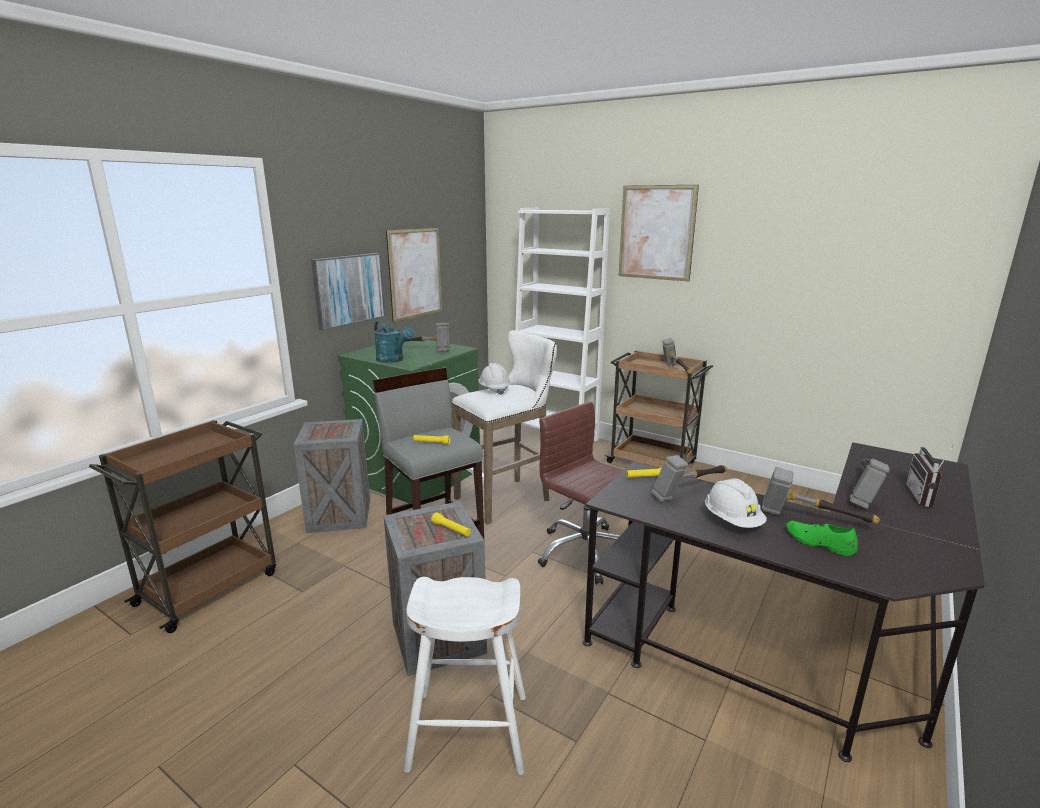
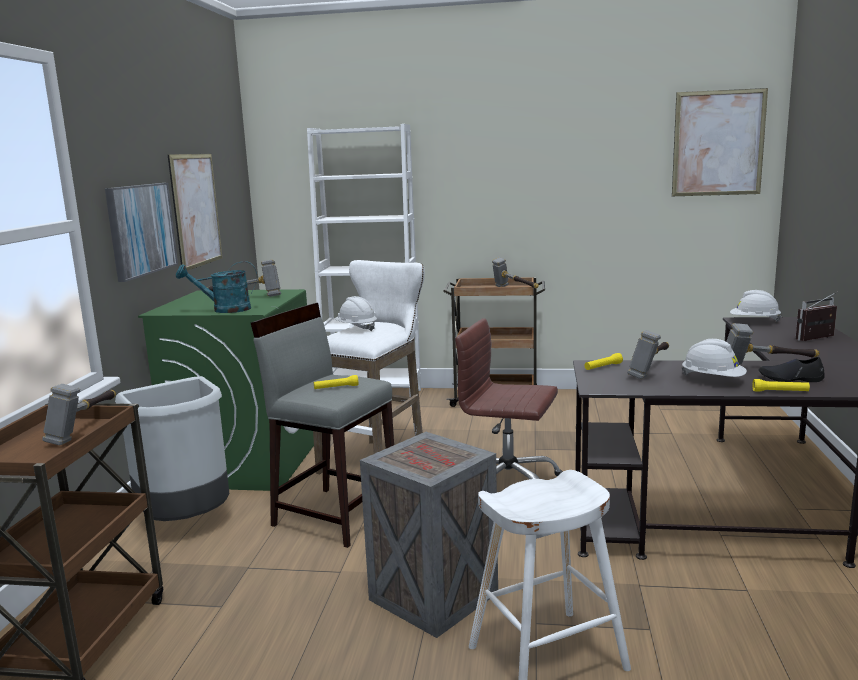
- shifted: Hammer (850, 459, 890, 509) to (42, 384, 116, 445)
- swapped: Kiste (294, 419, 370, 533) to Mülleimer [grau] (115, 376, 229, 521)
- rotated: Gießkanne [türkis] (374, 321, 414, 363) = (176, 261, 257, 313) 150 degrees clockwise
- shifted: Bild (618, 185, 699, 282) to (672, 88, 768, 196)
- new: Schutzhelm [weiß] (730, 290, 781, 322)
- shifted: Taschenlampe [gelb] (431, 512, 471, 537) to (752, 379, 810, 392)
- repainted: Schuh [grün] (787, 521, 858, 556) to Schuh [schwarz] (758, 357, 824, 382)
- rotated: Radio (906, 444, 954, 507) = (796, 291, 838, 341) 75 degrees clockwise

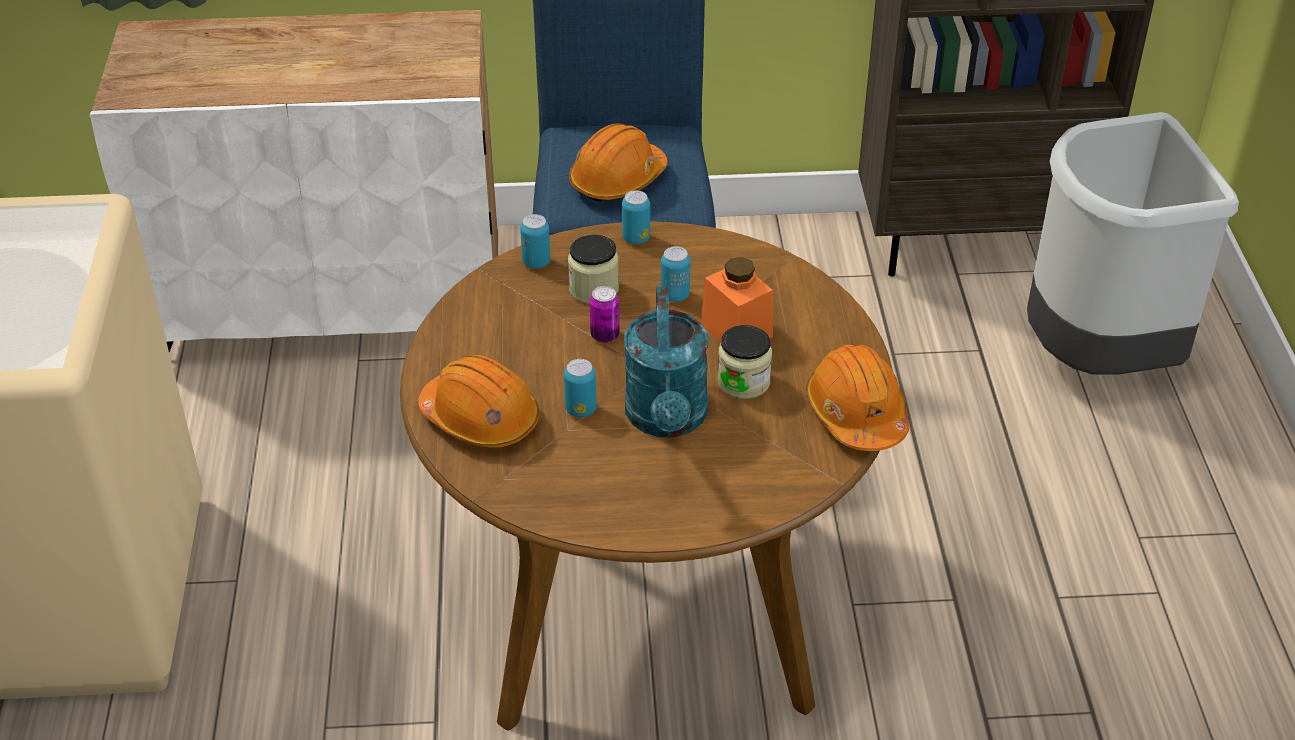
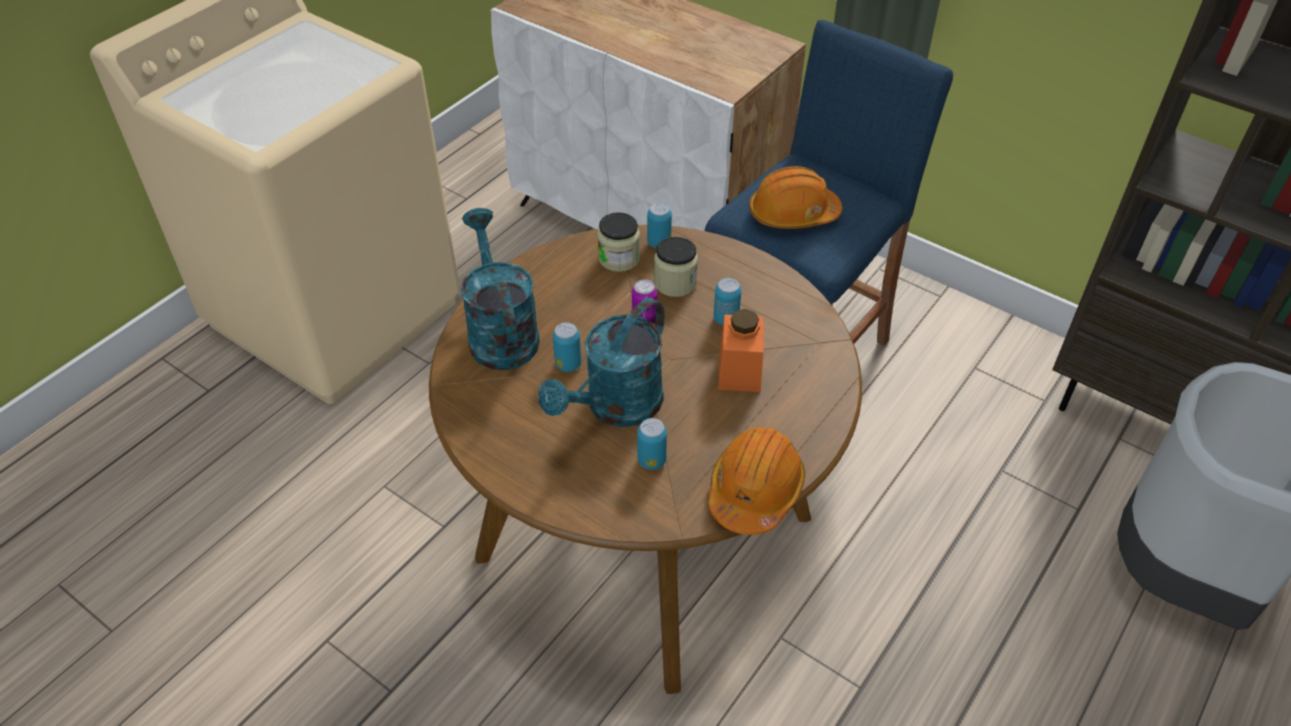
- swapped: Schutzhelm [orange] (418, 355, 540, 447) to Gießkanne [türkis] (461, 208, 540, 370)
- shifted: Vorratsglas (717, 325, 772, 399) to (597, 212, 640, 272)
- shifted: Dose (622, 190, 650, 244) to (637, 418, 667, 470)

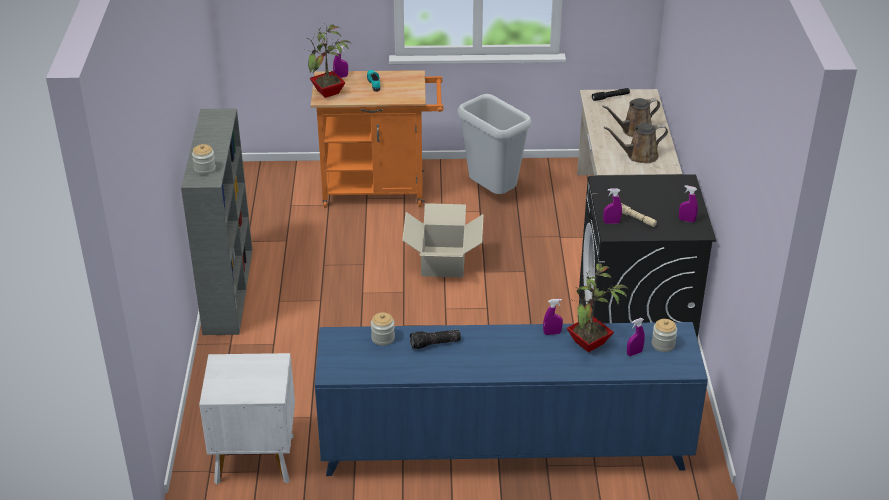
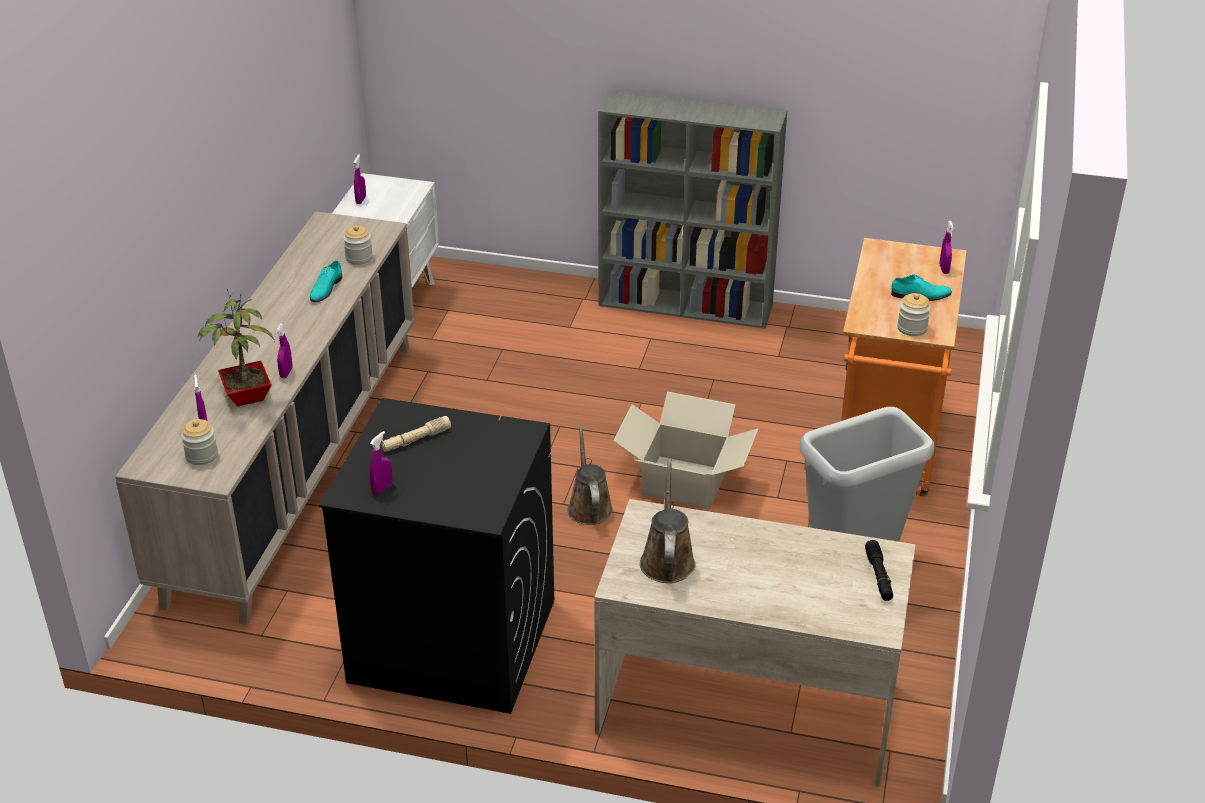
- repainted: Schrank [blau] (315, 322, 708, 476) to Schrank [beige] (115, 211, 415, 625)
- swapped: Taschenlampe (410, 329, 461, 349) to Schuh [türkis] (310, 261, 343, 302)
- shifted: Sprühflasche [lila] (603, 188, 622, 224) to (354, 154, 366, 204)
- shifted: Gießkanne [braun] (602, 98, 660, 137) to (567, 425, 613, 525)
- shifted: Vorratsglas (192, 144, 216, 175) to (897, 293, 931, 336)
- gone: Topfpflanze (305, 25, 352, 98)

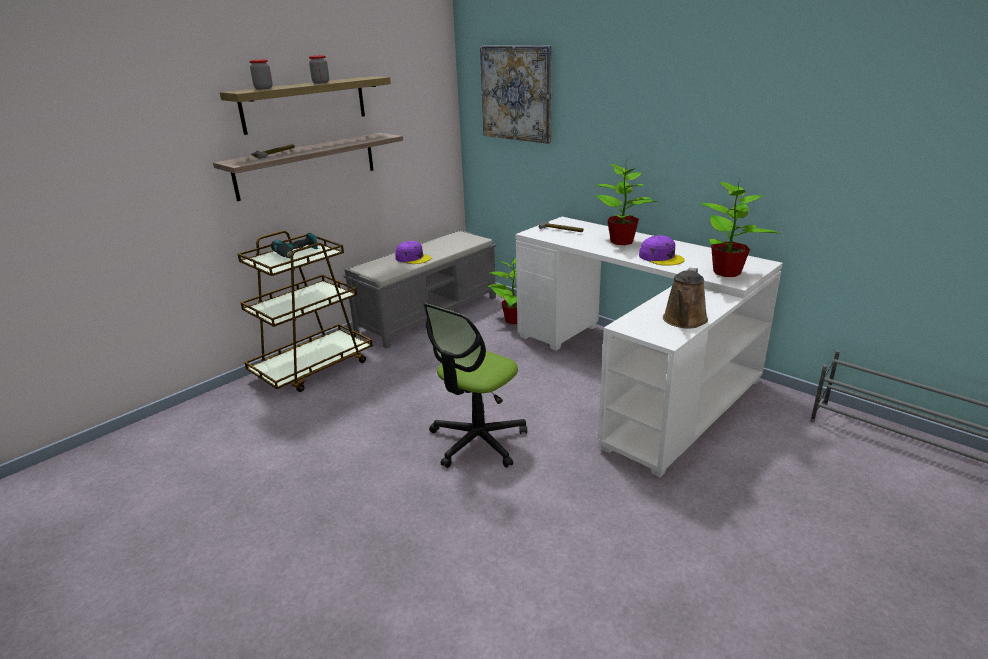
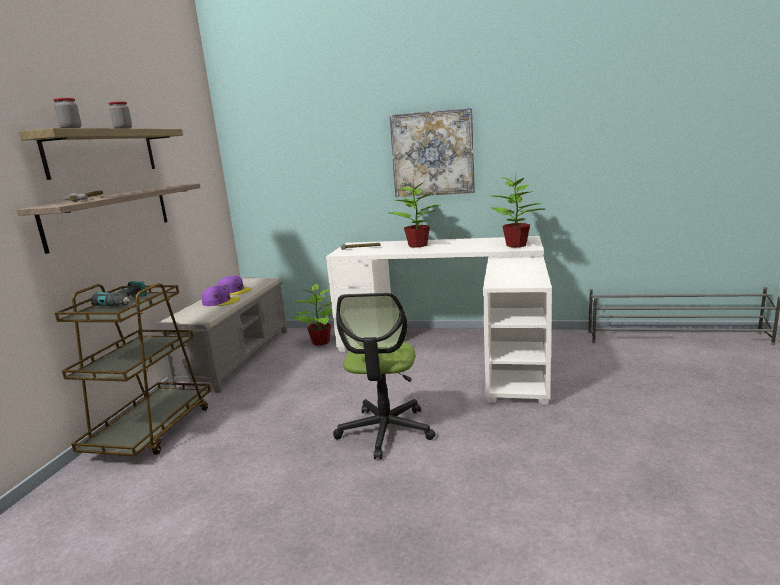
- shifted: Kappe [lila] (639, 236, 685, 266) to (217, 276, 251, 295)
- shifted: Bild (480, 46, 552, 144) to (389, 107, 475, 197)
- gone: Gießkanne [braun] (663, 268, 708, 328)

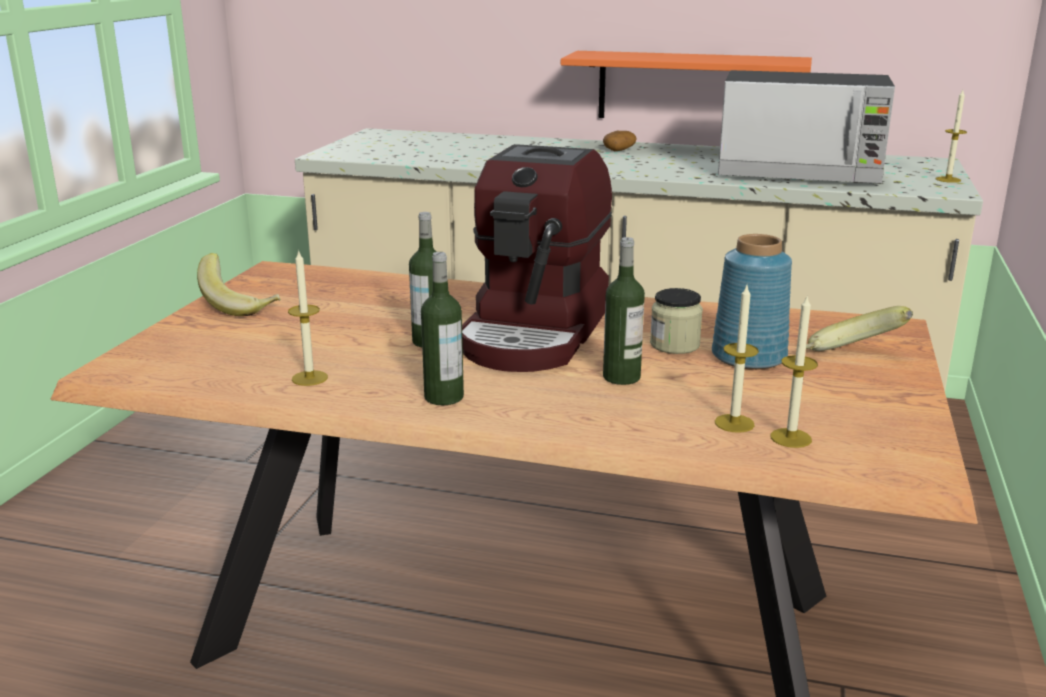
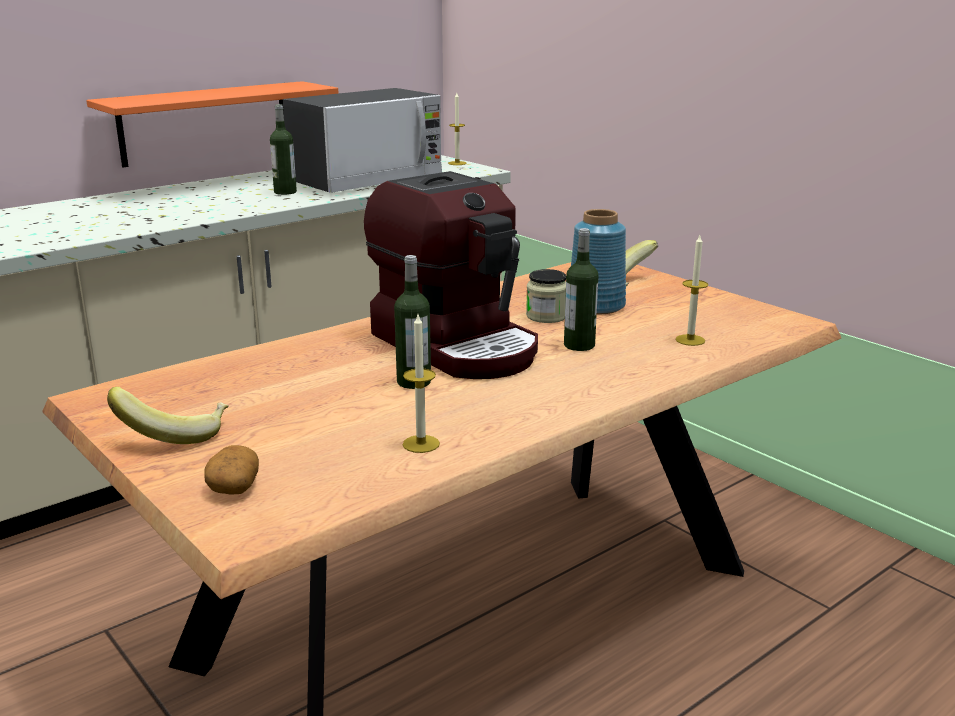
- shifted: Kartoffel (603, 131, 637, 151) to (204, 445, 259, 495)
- shifted: Flasche (421, 252, 464, 405) to (270, 104, 297, 195)
- gone: Kerze (770, 294, 818, 448)

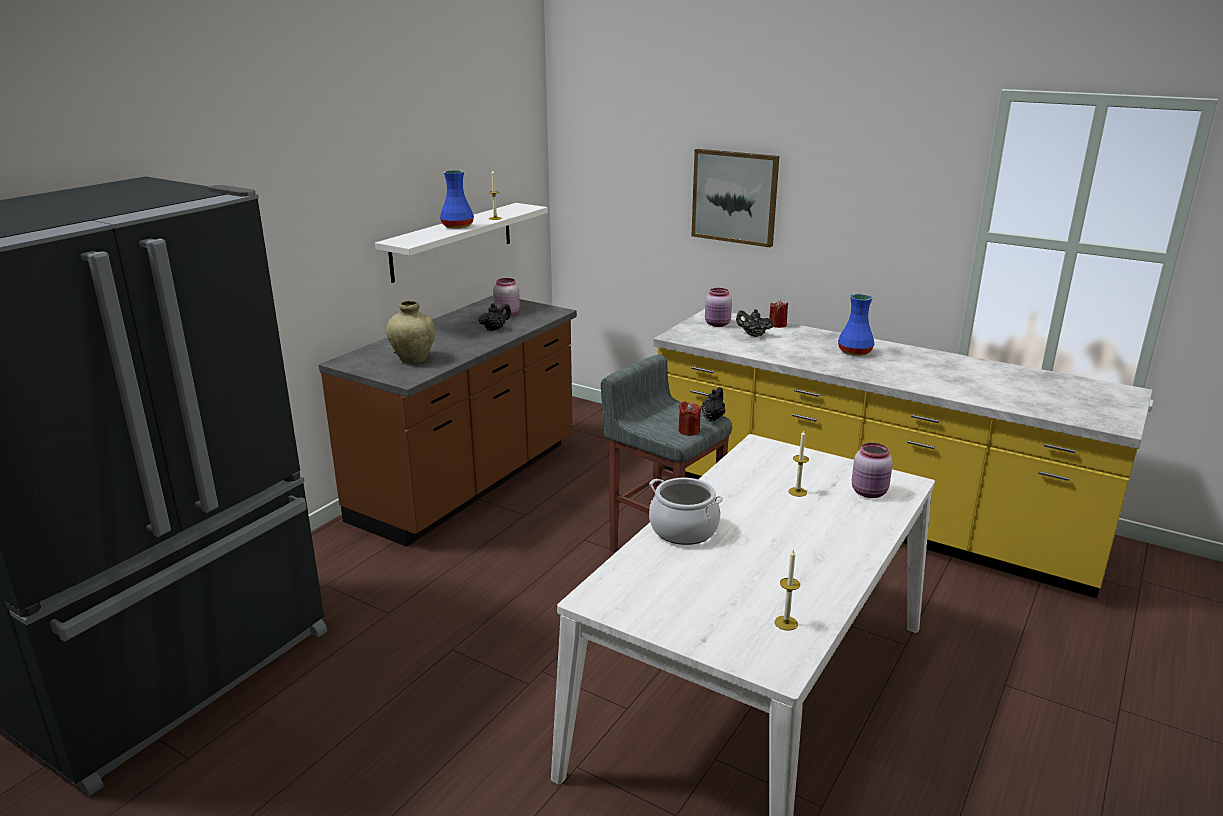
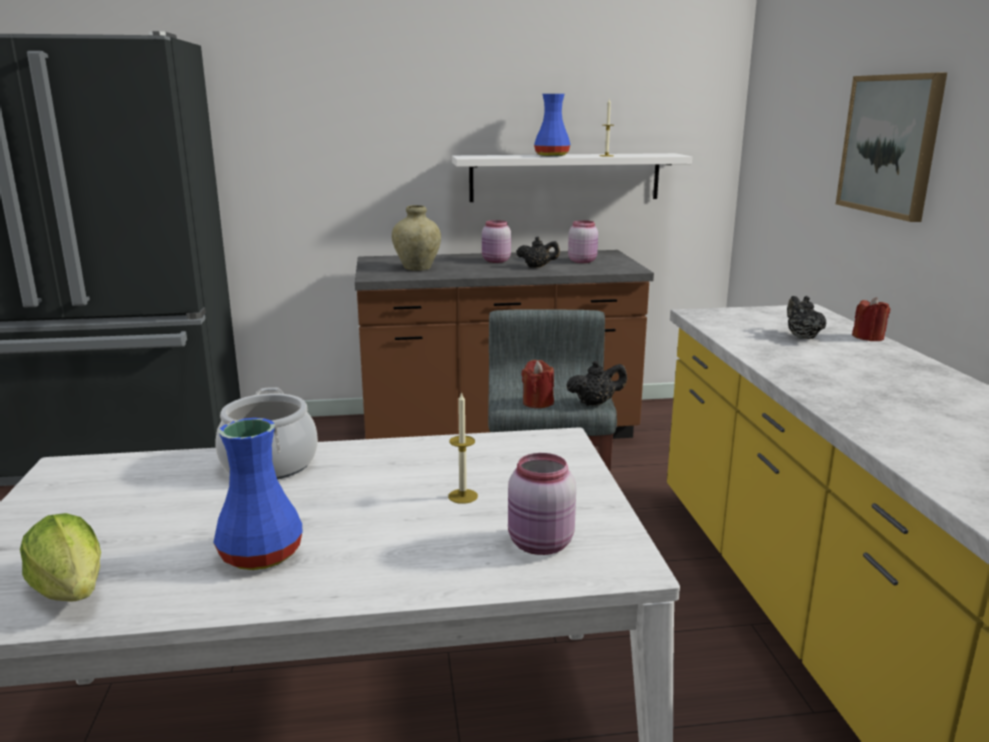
- swapped: Kerze (775, 550, 800, 631) to Salatkopf (20, 513, 101, 602)
- shifted: Vase [blau] (838, 294, 874, 356) to (213, 418, 302, 570)
- shifted: Vorratsglas [rosa] (705, 288, 732, 327) to (482, 220, 511, 263)

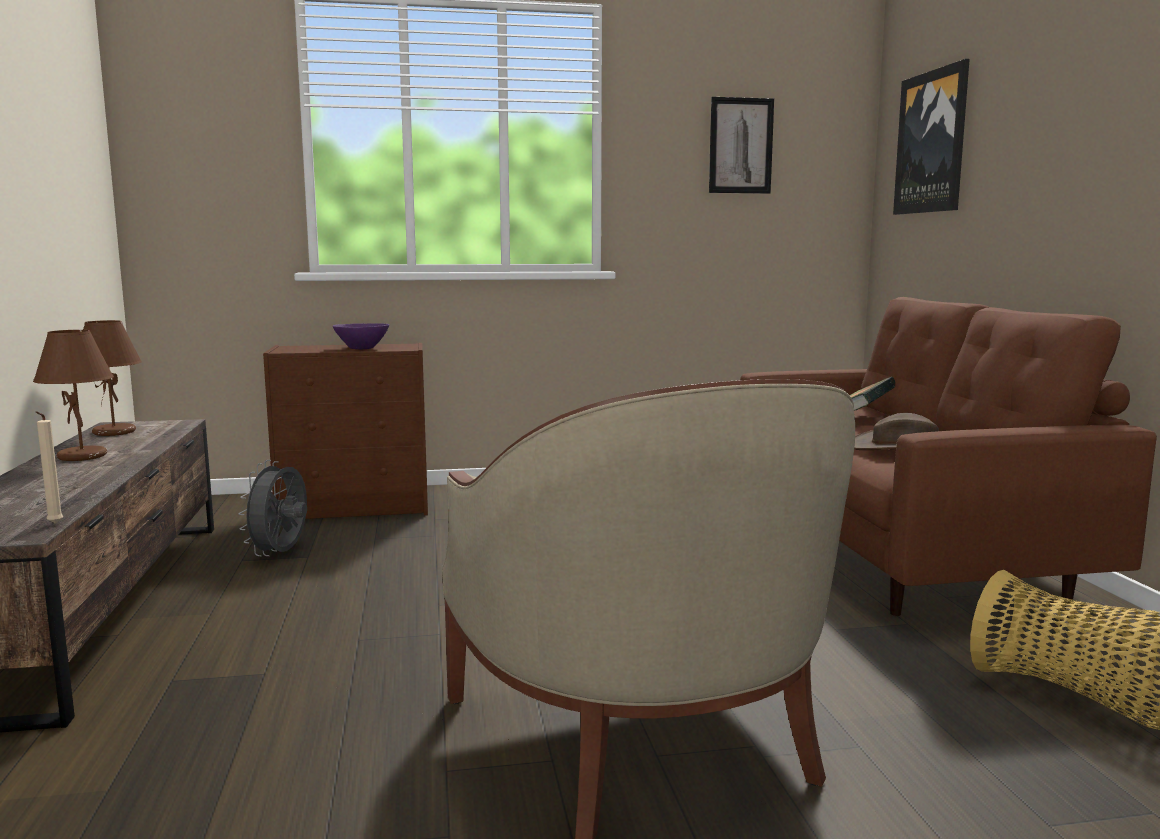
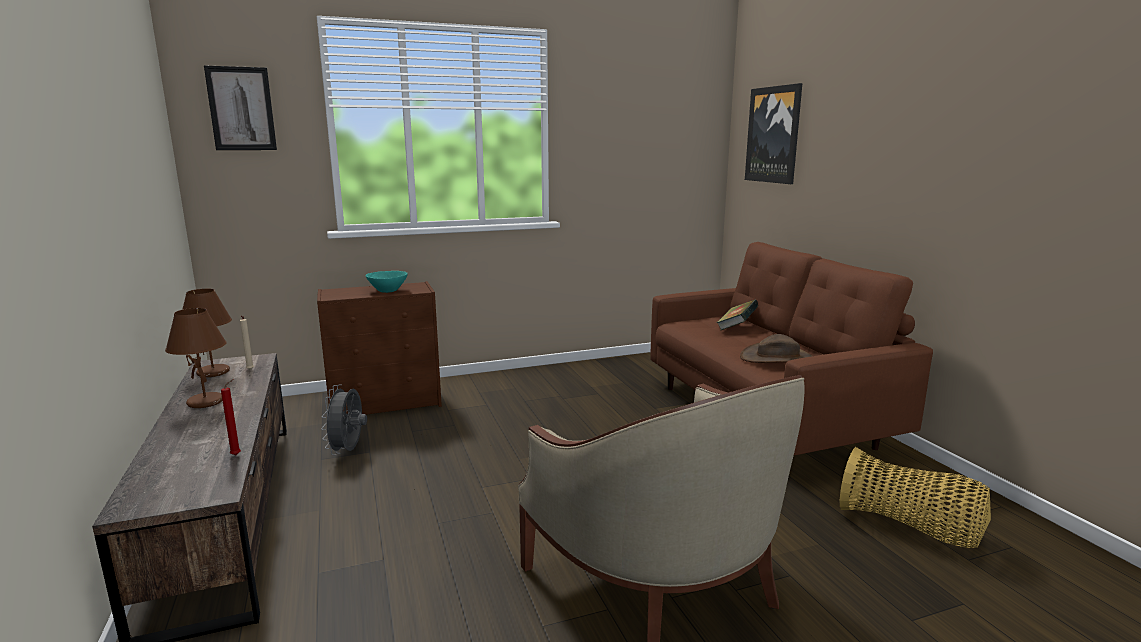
- shifted: Bild (709, 97, 774, 194) to (204, 65, 277, 150)
- new: Kerze [rot] (221, 379, 241, 455)
- shifted: Kerze [beige] (36, 411, 63, 524) to (240, 316, 254, 370)
- repainted: Schüssel [lila] (333, 323, 389, 349) to Schüssel [türkis] (365, 271, 408, 293)

